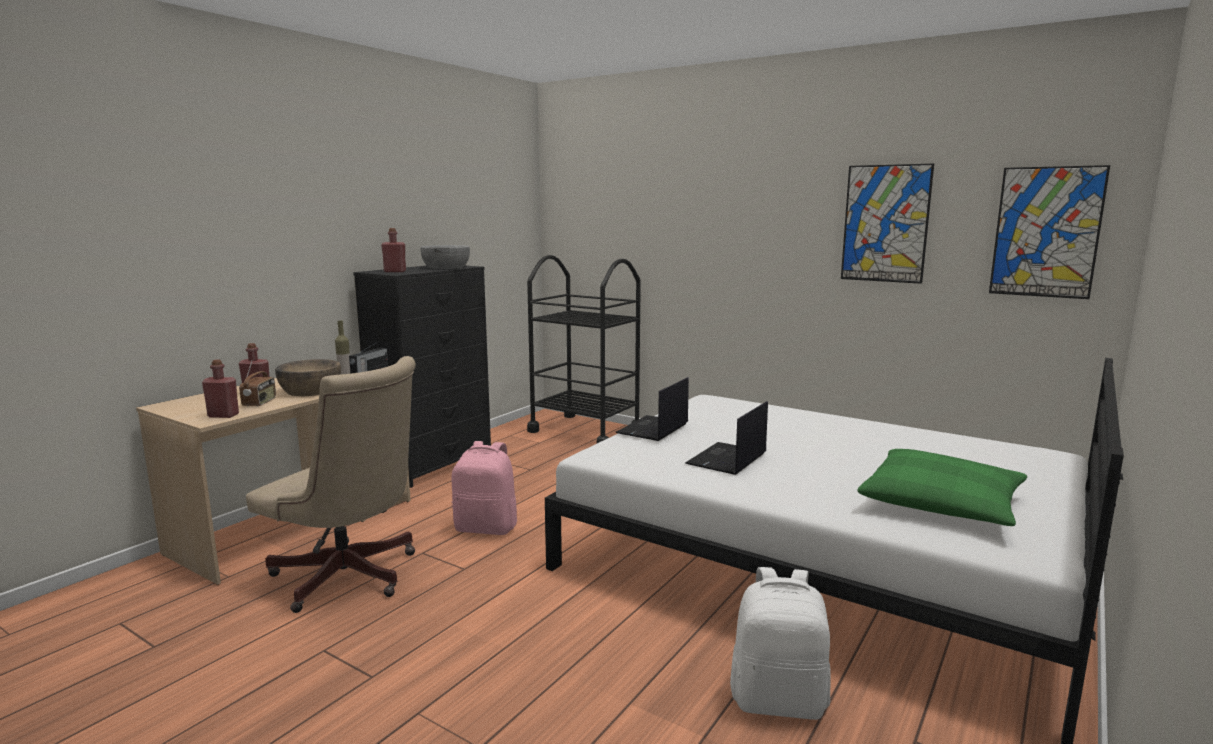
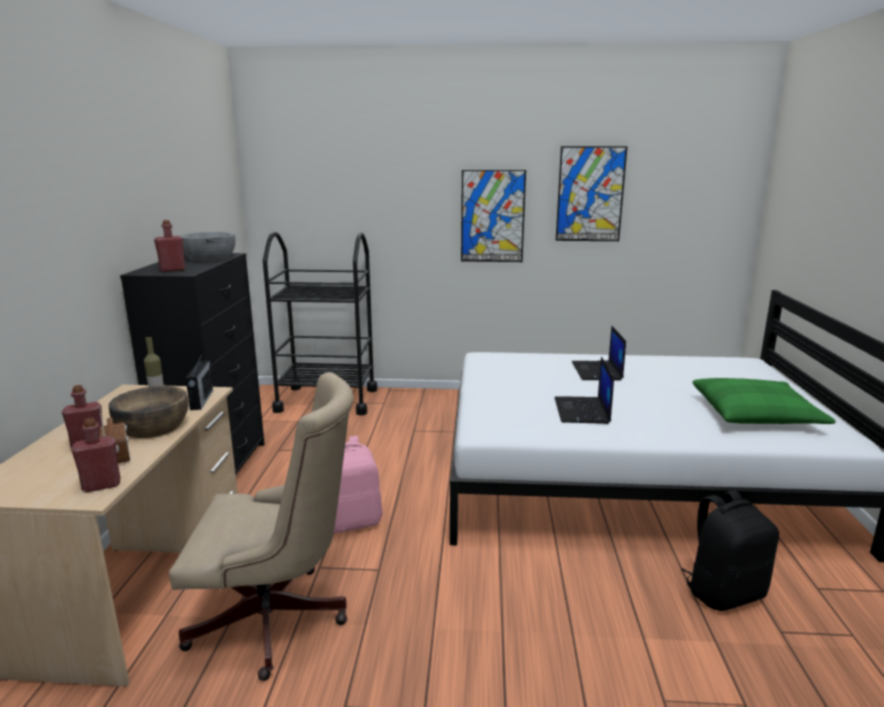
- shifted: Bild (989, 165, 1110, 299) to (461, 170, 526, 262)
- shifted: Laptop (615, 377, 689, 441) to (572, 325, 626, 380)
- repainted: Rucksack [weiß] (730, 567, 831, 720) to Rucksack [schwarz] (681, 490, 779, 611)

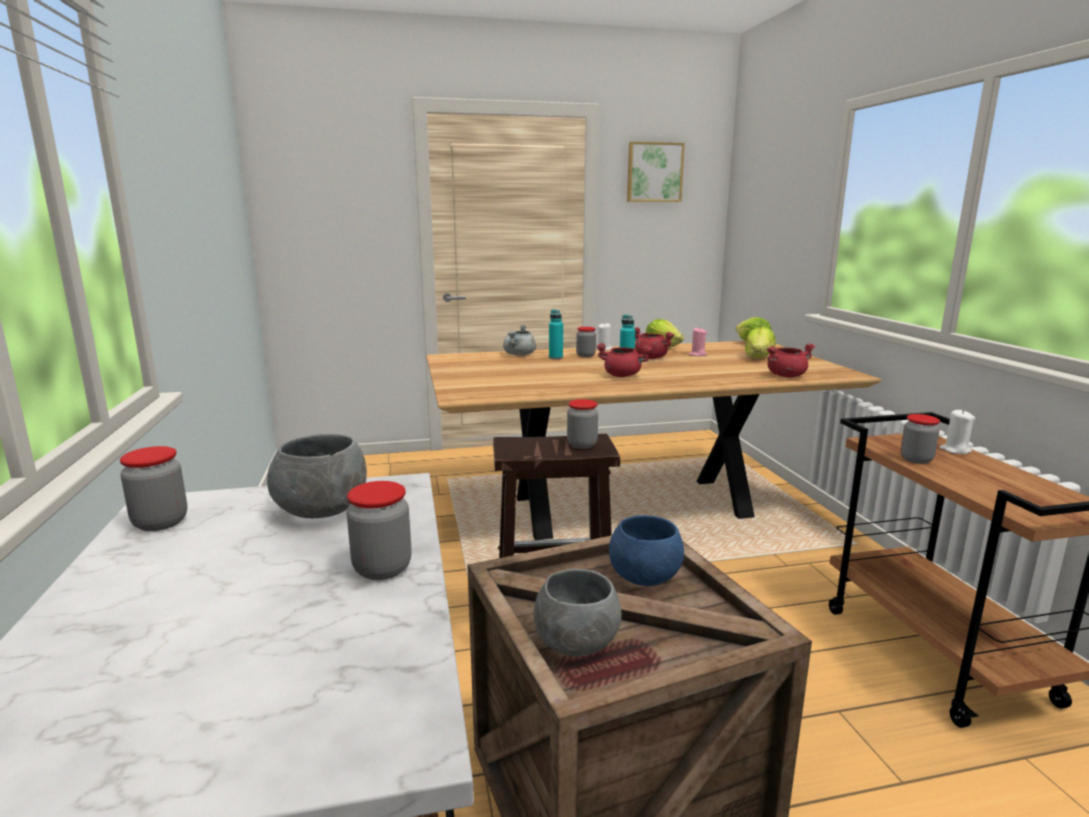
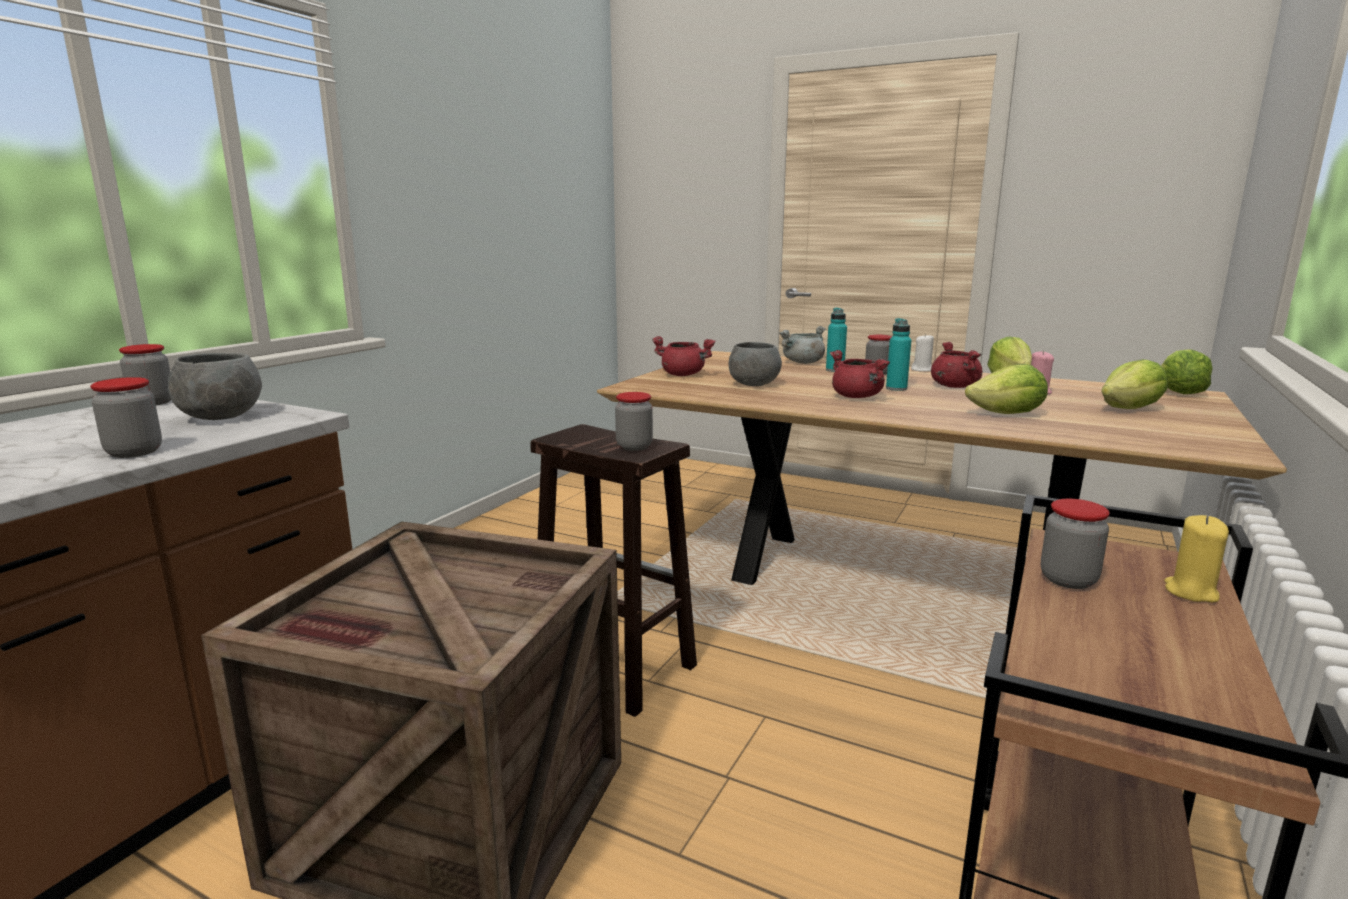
- shifted: Kochtopf [rot] (767, 343, 815, 378) to (652, 336, 715, 376)
- shifted: Schüssel [grau] (534, 569, 621, 656) to (729, 342, 782, 386)
- new: Salatkopf (965, 364, 1048, 414)
- repainted: Kerze [weiß] (939, 410, 975, 454) to Kerze [gelb] (1164, 515, 1229, 602)
- gone: Schüssel [blau] (609, 515, 684, 586)
- gone: Bild (627, 142, 685, 202)

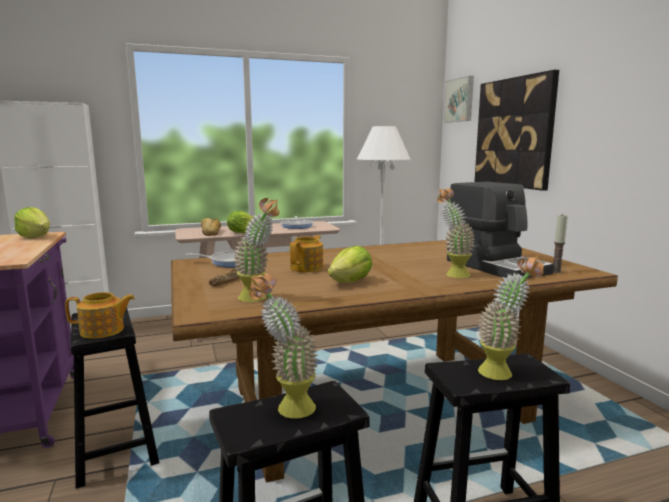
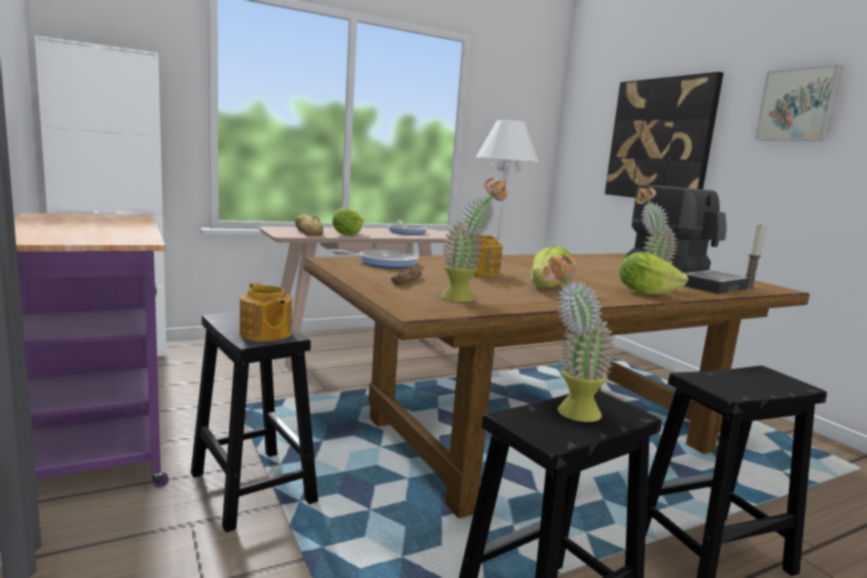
- rotated: Teekanne (65, 292, 135, 339) = (240, 282, 292, 341) 75 degrees clockwise
- shifted: Salatkopf (14, 207, 50, 239) to (620, 252, 688, 295)
- shifted: Bild (444, 76, 474, 122) to (755, 65, 843, 141)
- gone: Topfpflanze (478, 256, 544, 380)

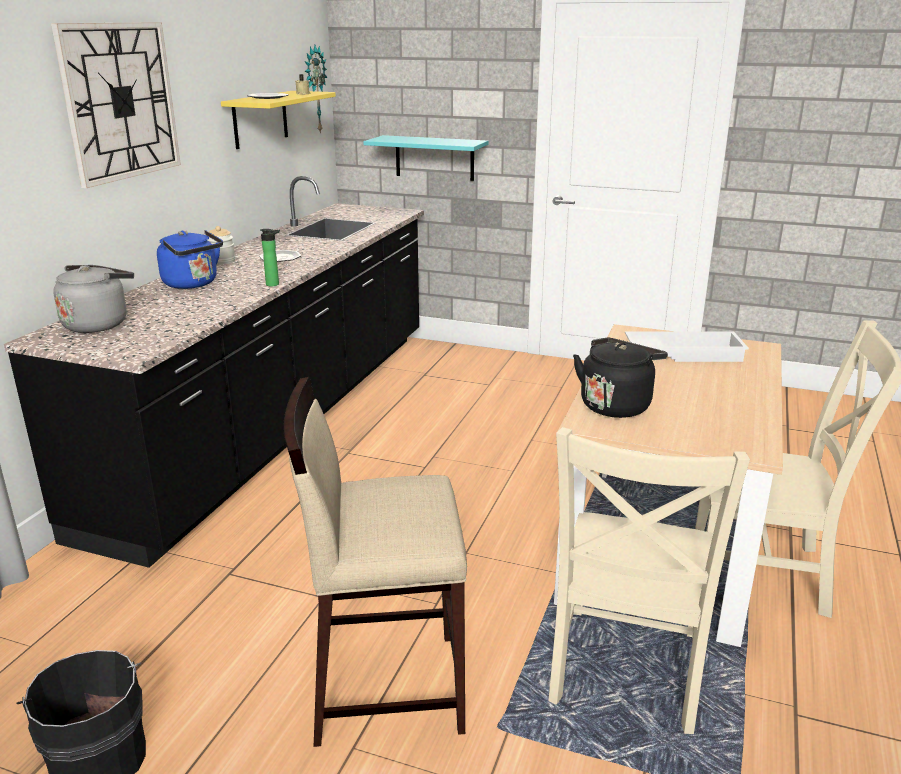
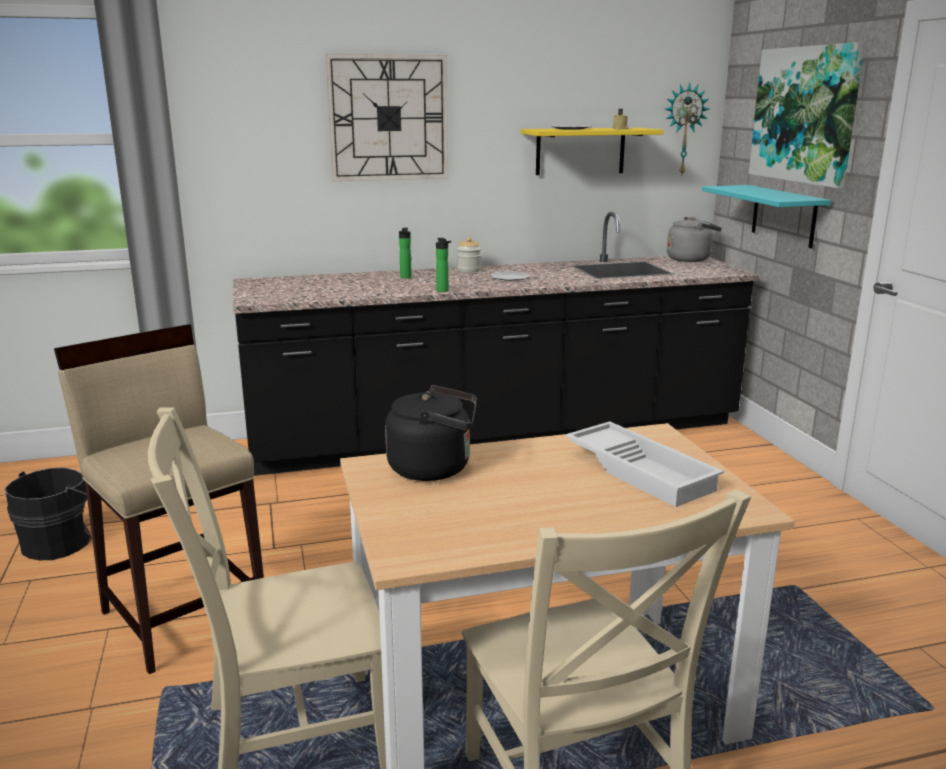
- swapped: Wasserkessel [blau] (157, 230, 223, 289) to Flasche (399, 228, 412, 279)
- shifted: Wasserkessel [grau] (53, 265, 134, 333) to (667, 217, 721, 262)
- new: Bild (749, 42, 865, 188)

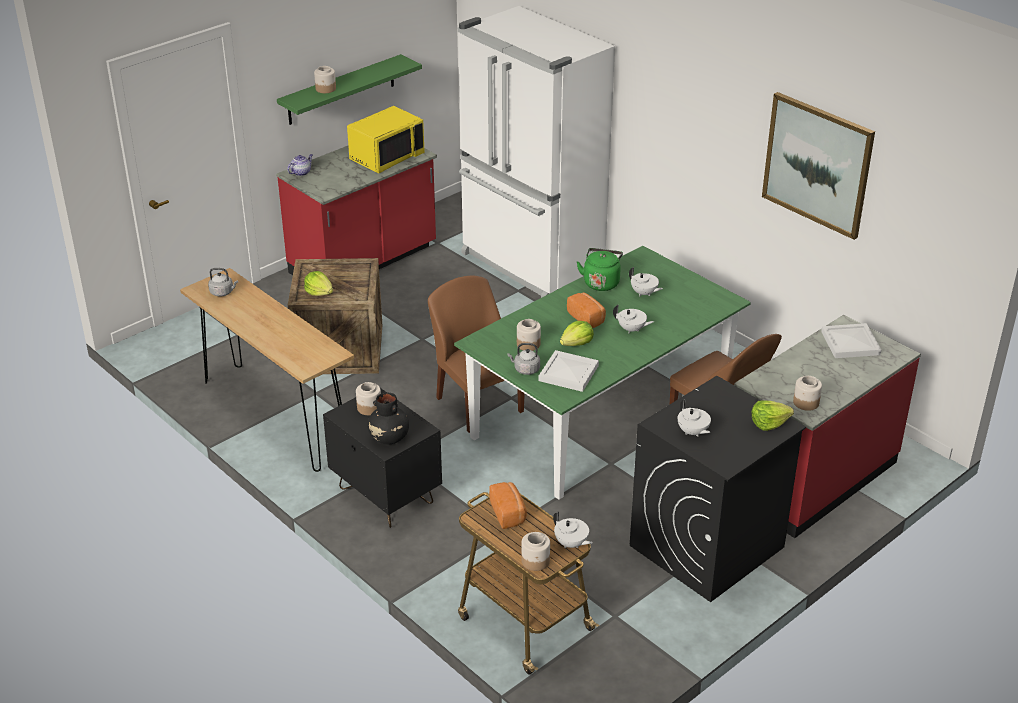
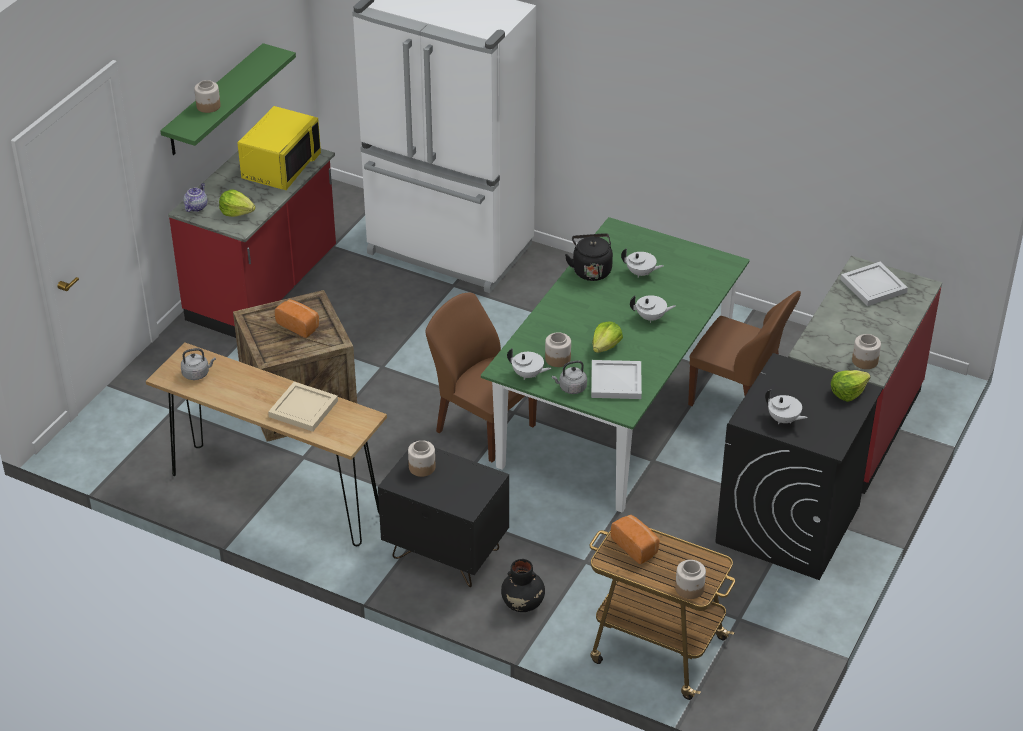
- shifted: Salatkopf (304, 271, 333, 296) to (219, 189, 256, 217)
- new: Tablett [beige] (268, 382, 338, 432)
- shifted: Brot (567, 292, 606, 328) to (275, 299, 319, 338)
- shifted: Vase [schwarz] (368, 393, 409, 444) to (501, 559, 545, 612)
- shifted: Teekanne [weiß] (553, 512, 593, 548) to (507, 348, 551, 380)
- repainted: Wasserkessel [grün] (576, 248, 623, 291) to Wasserkessel [schwarz] (565, 233, 613, 281)
- gone: Bild (762, 92, 875, 240)

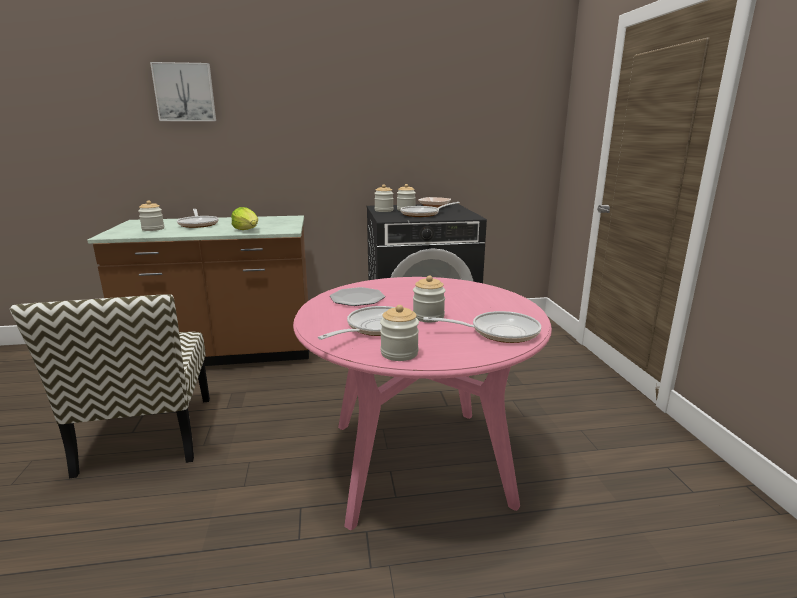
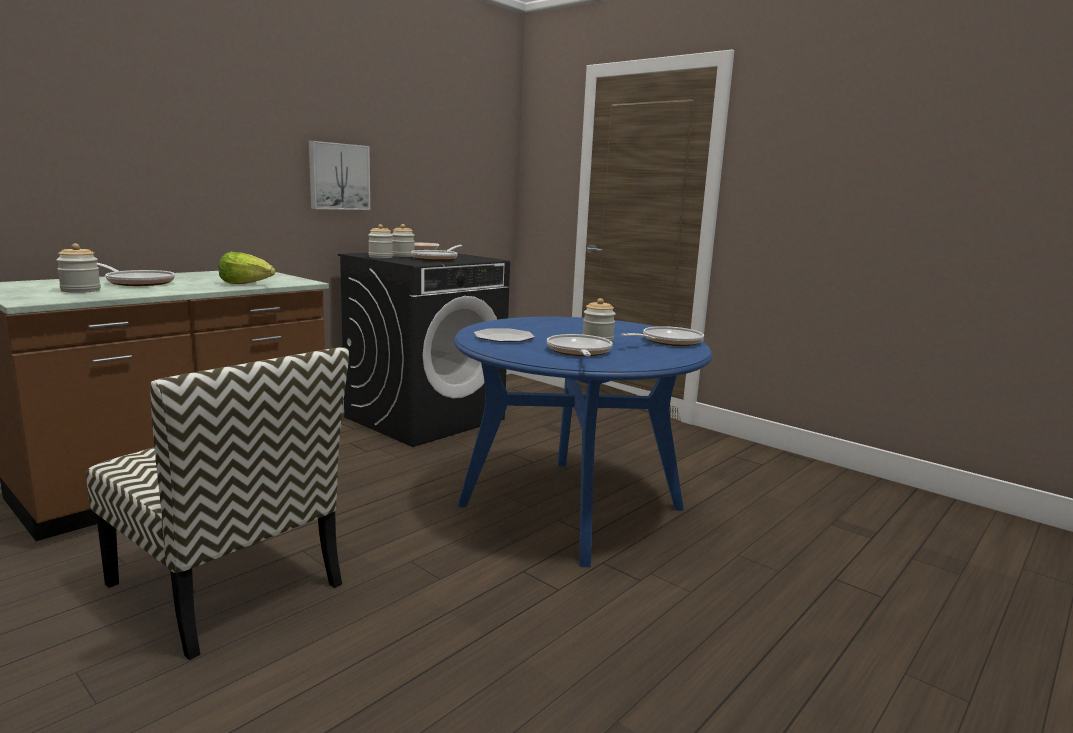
- shifted: Bild (150, 62, 216, 121) to (309, 141, 370, 210)
- repainted: Esstisch [rosa] (293, 277, 552, 530) to Esstisch [blau] (454, 317, 713, 567)
- gone: Vorratsglas (380, 305, 419, 361)

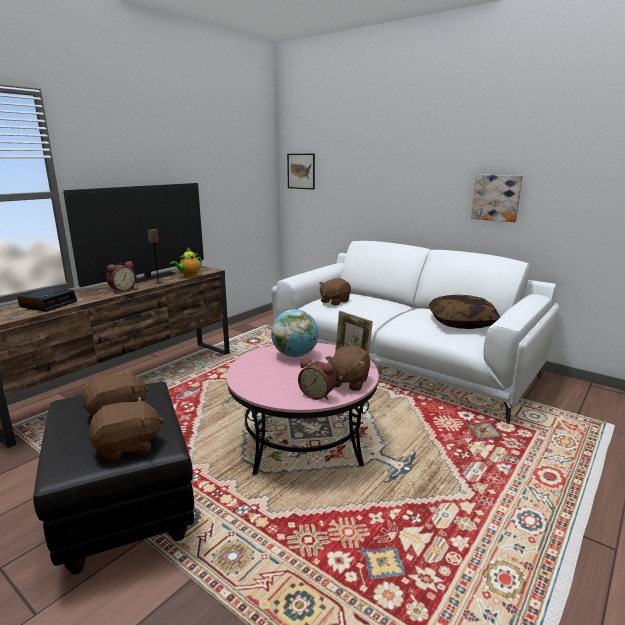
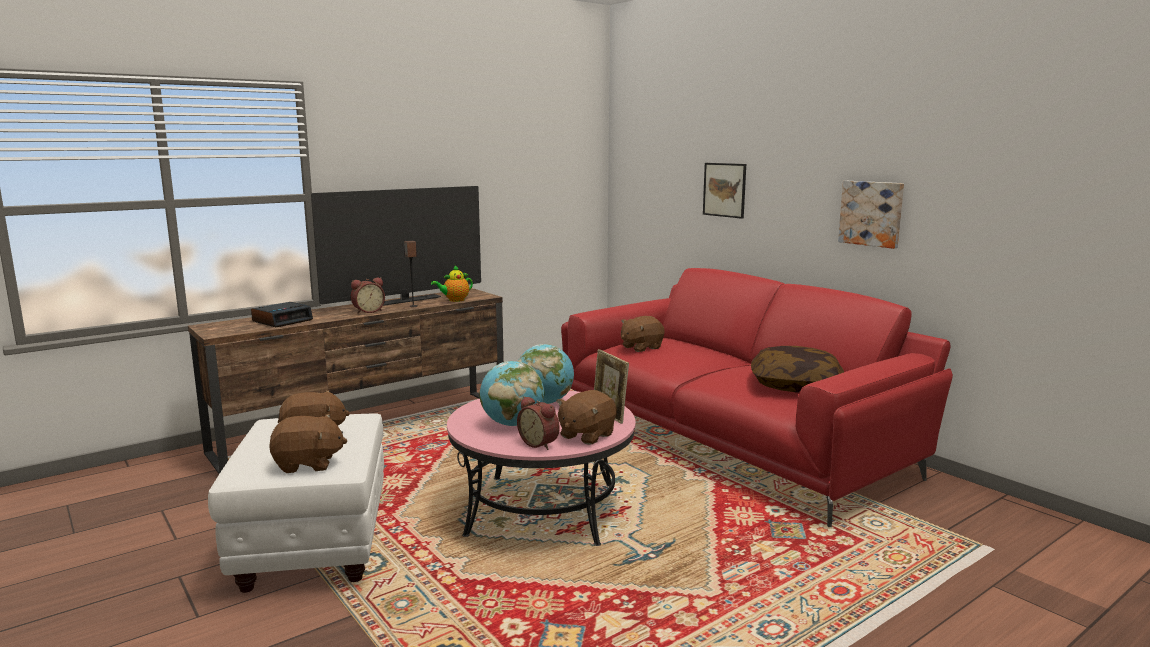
- repainted: Polsterhocker [schwarz] (33, 382, 194, 574) to Polsterhocker [weiß] (208, 413, 384, 593)
- new: Globus (480, 361, 545, 426)
- repainted: Sofa [weiß] (271, 241, 559, 424) to Sofa [rot] (561, 268, 953, 527)
- shifted: Bild (287, 154, 315, 190) to (703, 163, 746, 219)

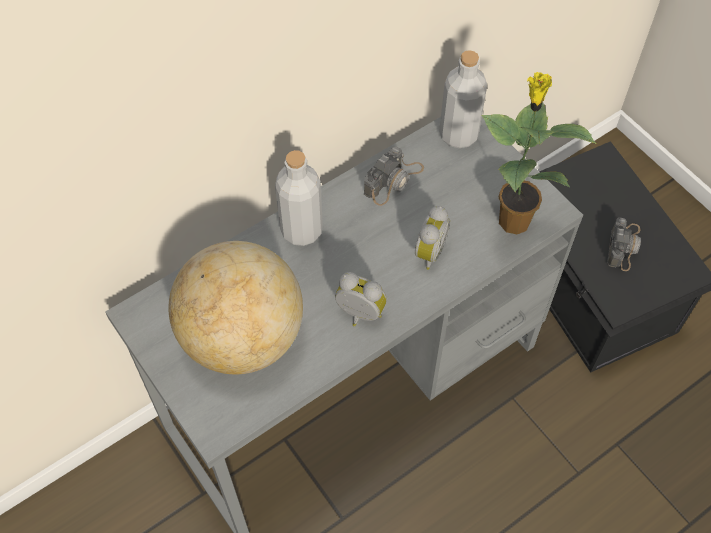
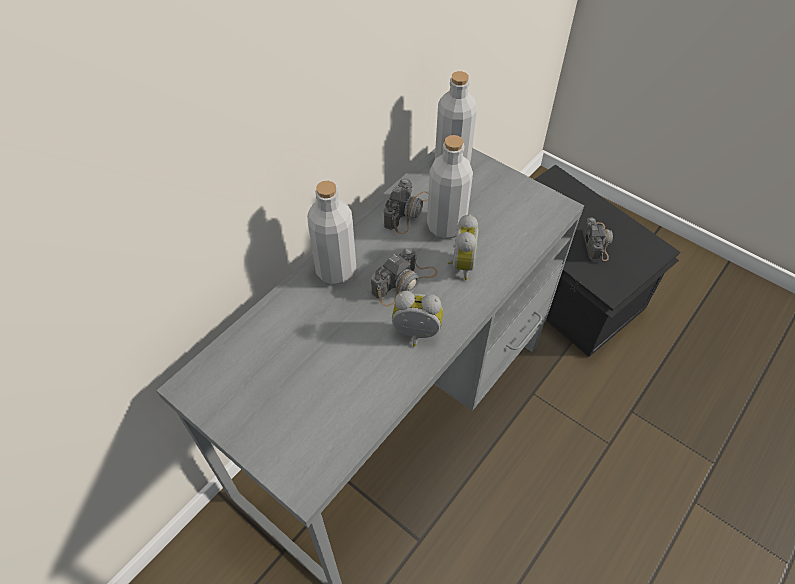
- new: Kamera (371, 248, 438, 307)
- new: Flasche [grau] (427, 135, 473, 239)
- gone: Globus (169, 241, 303, 374)
- gone: Topfpflanze (481, 72, 597, 234)

